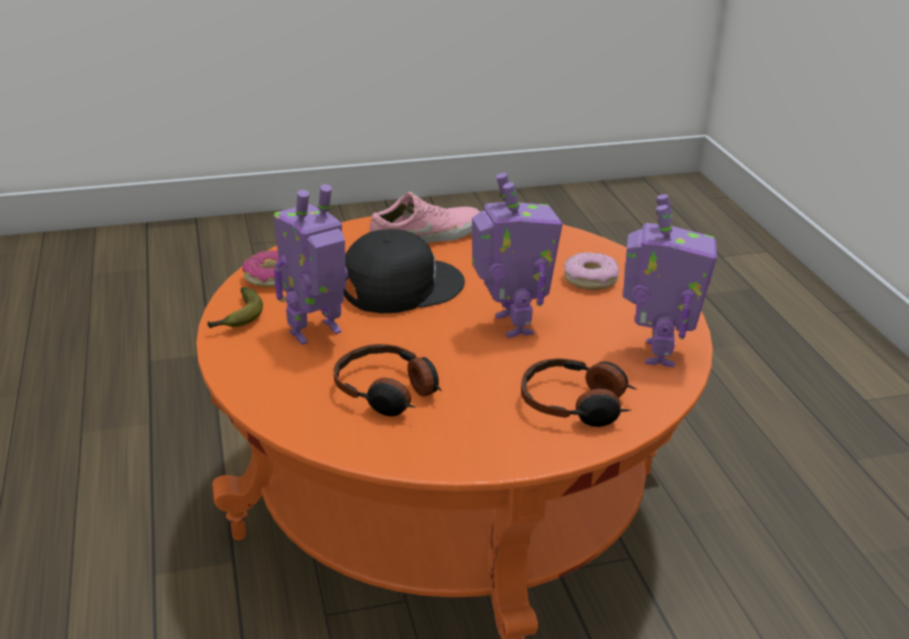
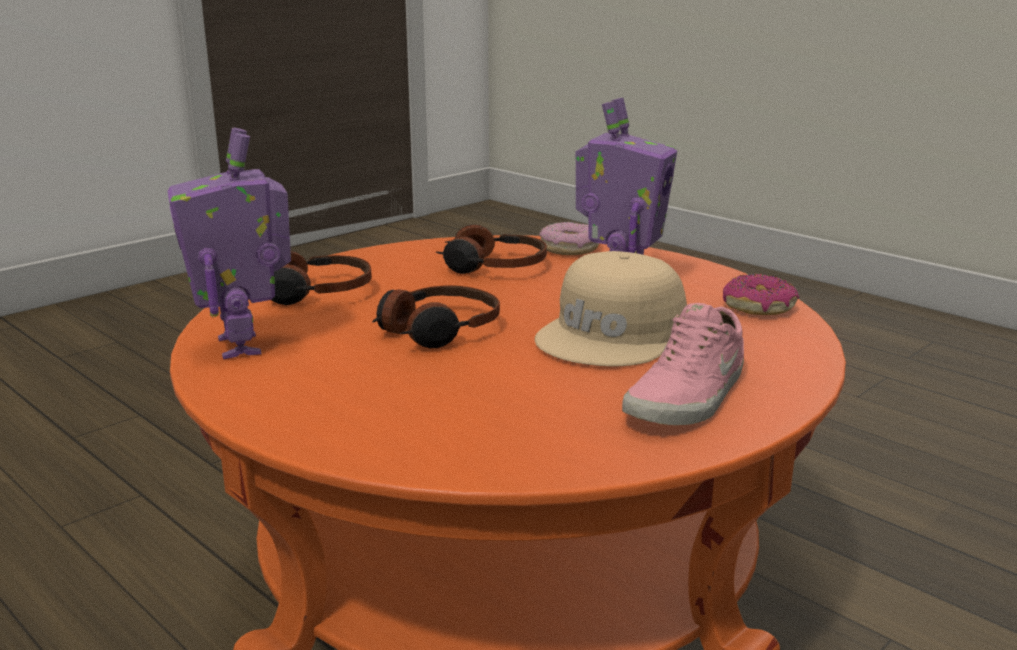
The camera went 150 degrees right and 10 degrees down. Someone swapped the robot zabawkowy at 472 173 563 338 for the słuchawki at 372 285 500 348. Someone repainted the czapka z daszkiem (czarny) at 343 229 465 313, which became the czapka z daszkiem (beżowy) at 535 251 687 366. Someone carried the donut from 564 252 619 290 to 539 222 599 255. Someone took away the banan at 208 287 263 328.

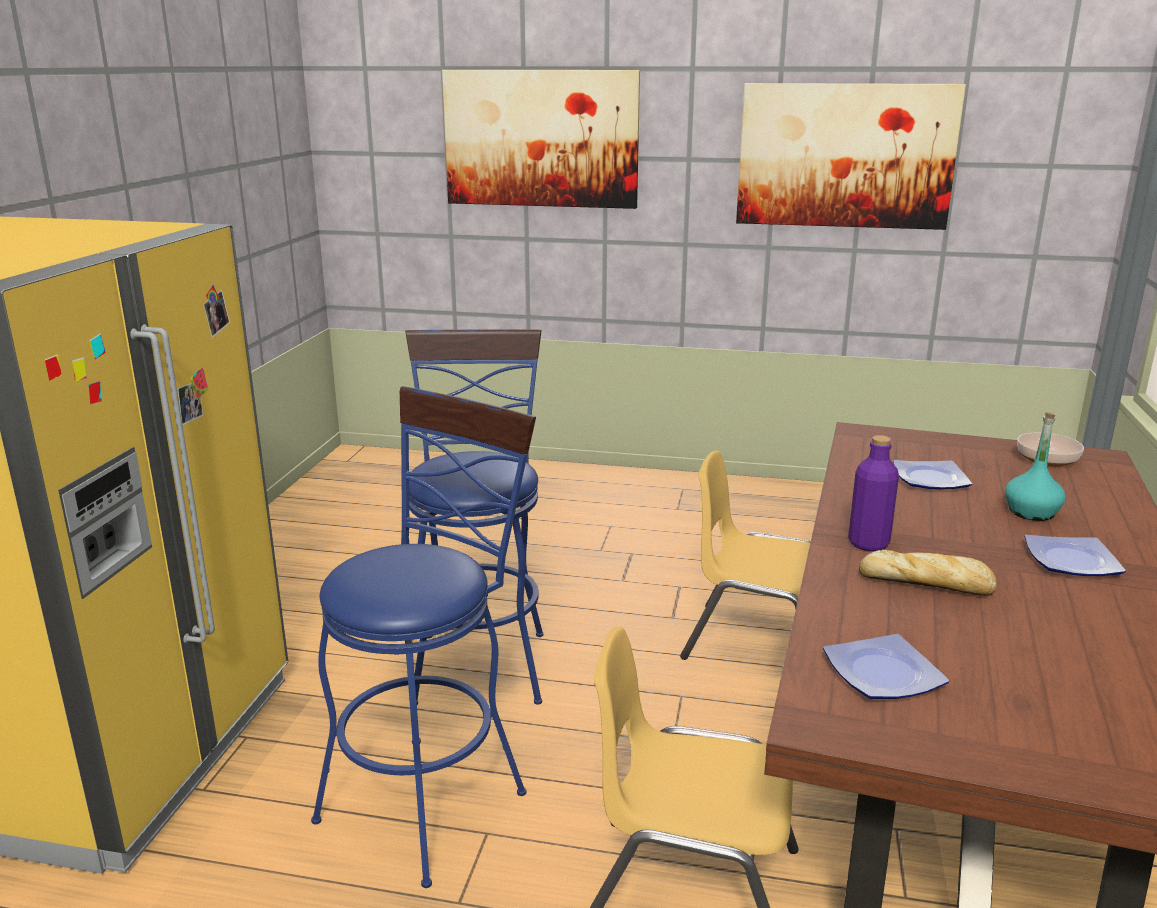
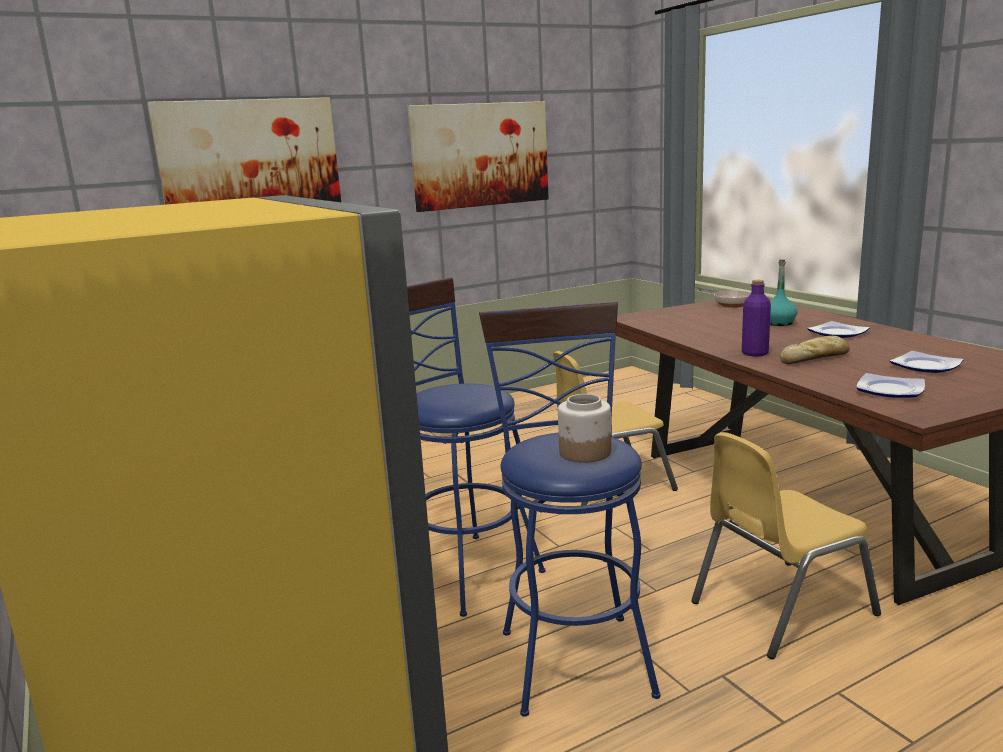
The camera went 40 degrees left and 5 degrees down. Someone carried the talerz from 893 460 972 490 to 890 351 964 373. Someone put down the słoik at 558 394 611 463.

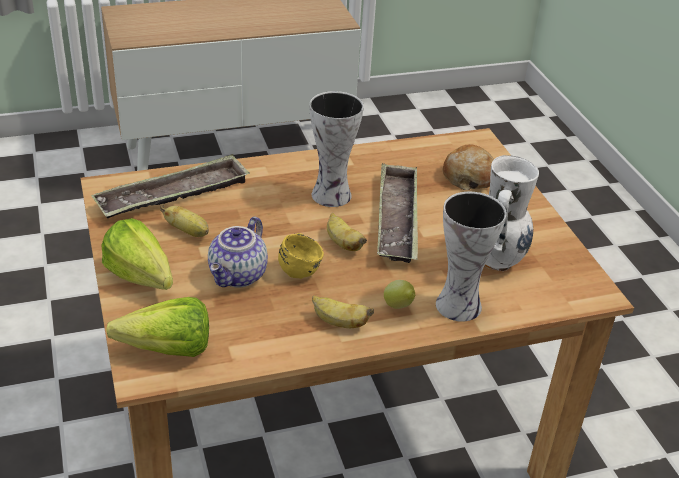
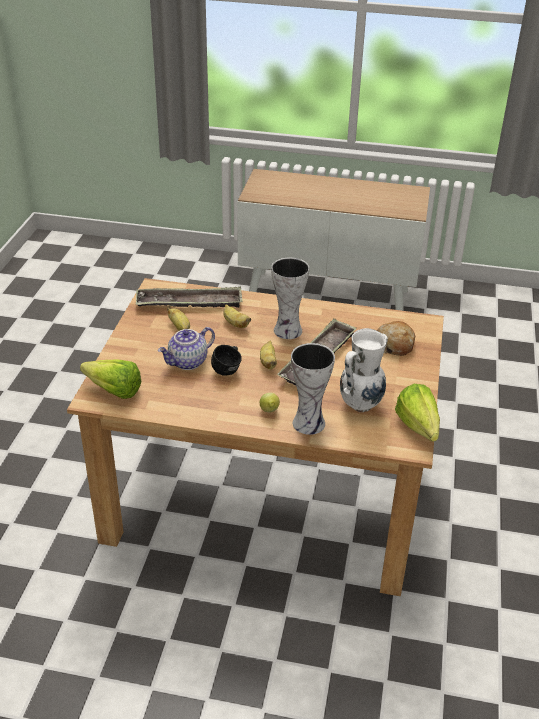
The camera went 30 degrees right and 0 degrees up. Someone carried the sałata from 101 218 173 290 to 395 384 440 442. Someone repainted the kubek (żółty) at 278 233 324 279, which became the kubek (czarny) at 211 345 242 376. Someone carried the banan from 312 295 374 328 to 223 304 251 328.

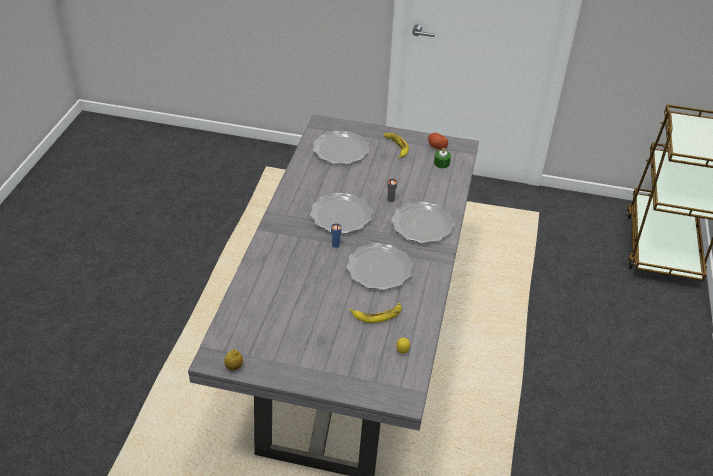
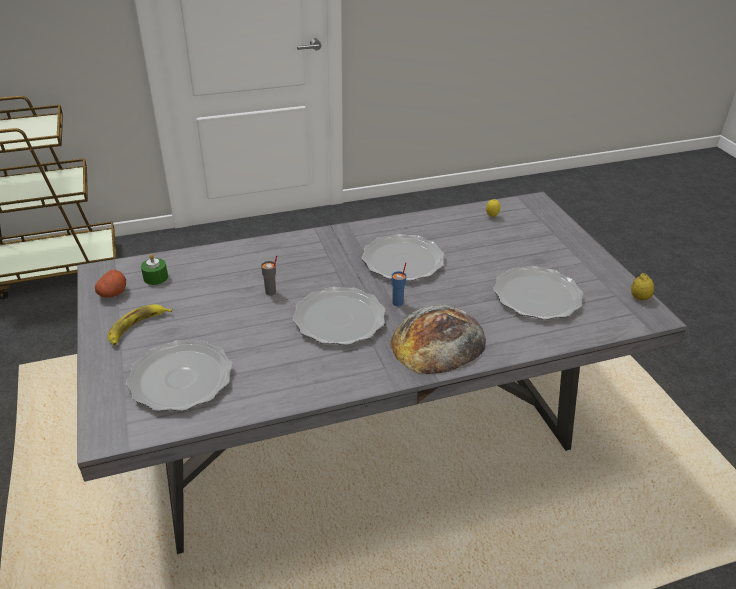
The camera went 120 degrees left and 5 degrees down. Someone carried the talerz from 391 201 454 243 to 493 266 583 320. Someone took away the banan at 349 303 402 323. Someone put down the chleb at 390 305 486 374.

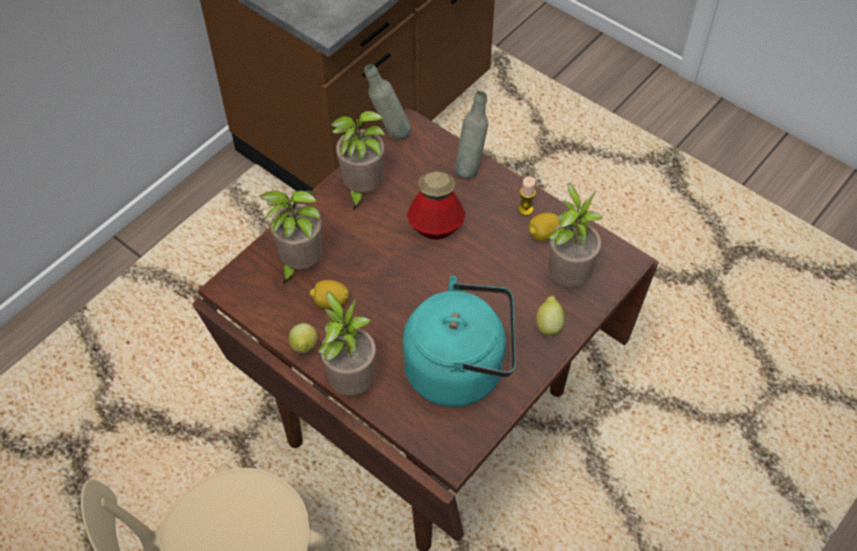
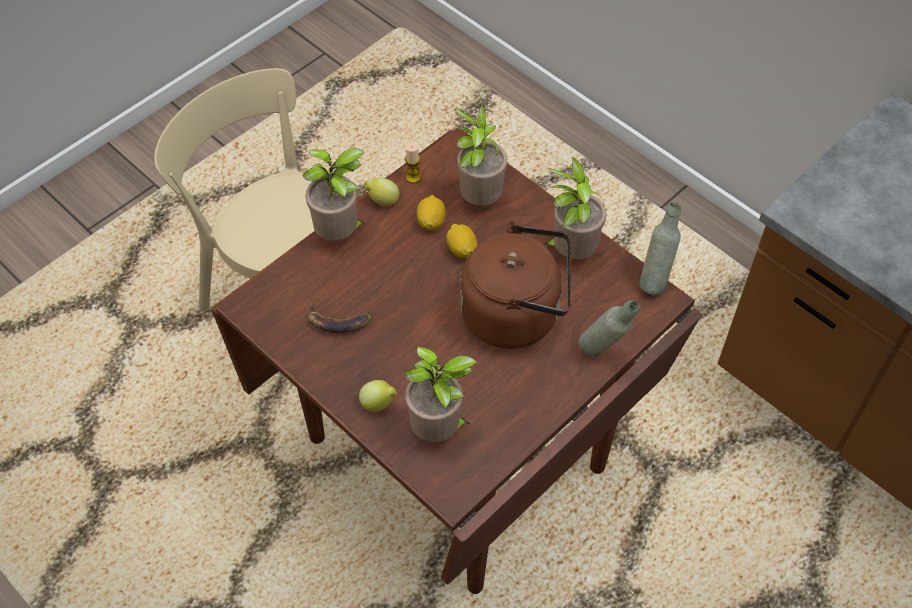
The camera went 95 degrees right and 0 degrees up. Someone swapped the butelka at 407 171 466 240 for the czajnik (brązowy) at 460 221 571 349. Someone carried the świeca from 518 177 536 216 to 405 143 421 183. Someone carried the cytryna from 528 213 561 241 to 446 224 477 258. Someone swapped the czajnik (turkusowy) at 402 276 516 407 for the banan at 309 303 372 333.

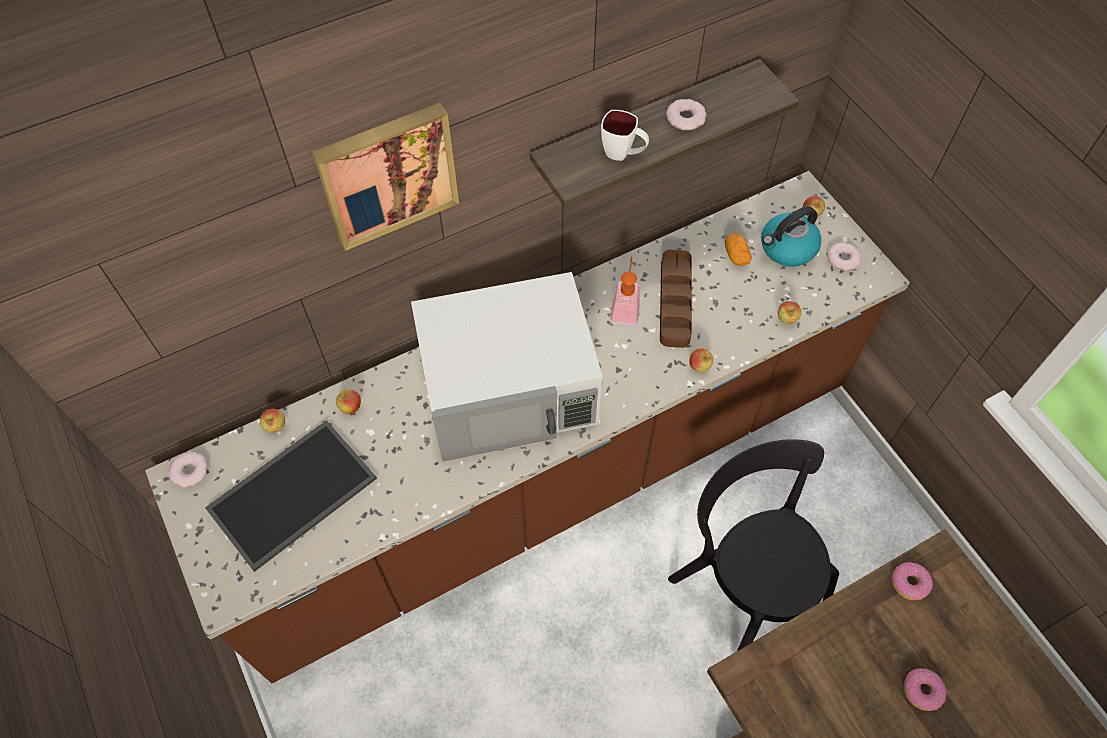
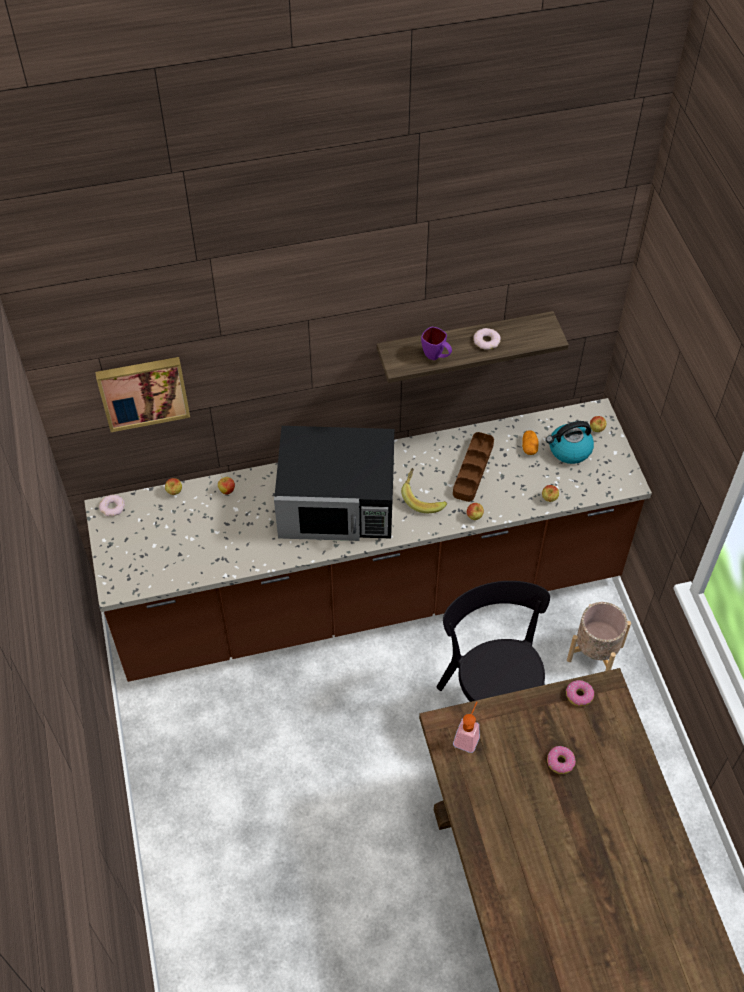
The camera went 15 degrees right and 5 degrees down. Someone carried the obraz from 312 103 459 251 to 95 357 190 432. Someone repainted the kubek (biały) at 601 110 649 161, which became the kubek (fioletowy) at 421 327 452 360. Someone took away the donut at 827 243 861 271. Someone carried the dozownik mydła from 610 257 640 325 to 453 702 480 753. Someone repainted the mikrofalówka (biały) at 411 272 603 462, which became the mikrofalówka (czarny) at 274 426 394 541. Someone took away the taca at 205 420 377 572. Someone put down the banan at 401 468 447 513. Someone put down the donica (beżowy) at 567 602 631 671.

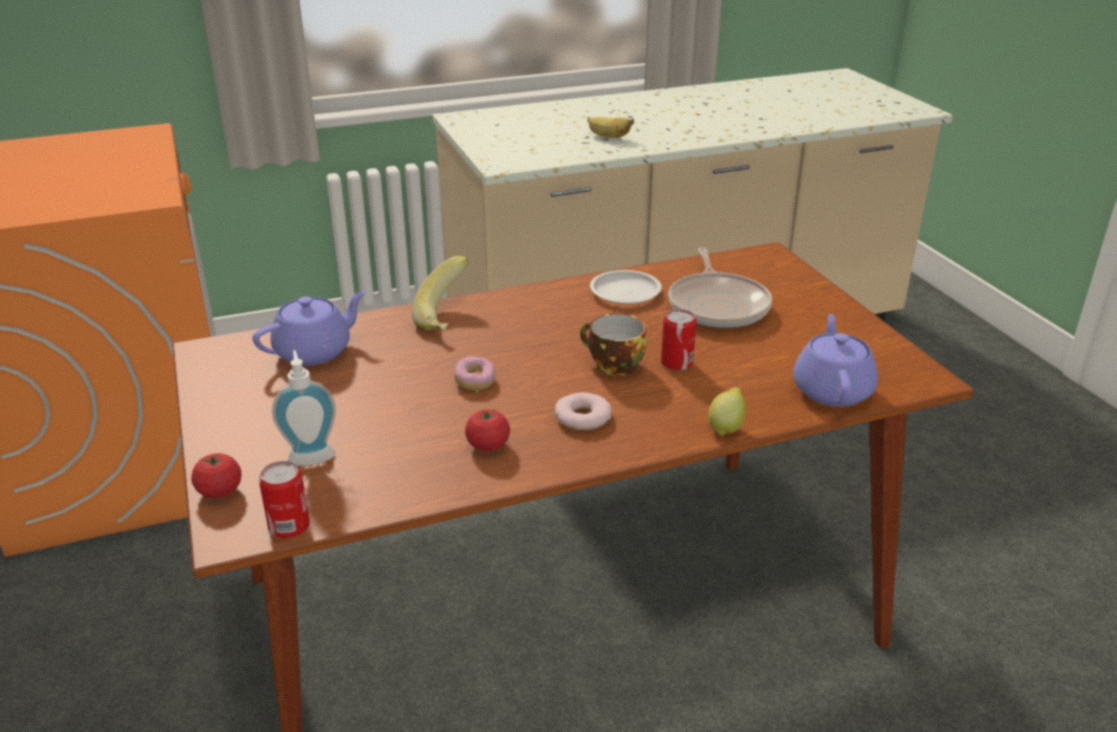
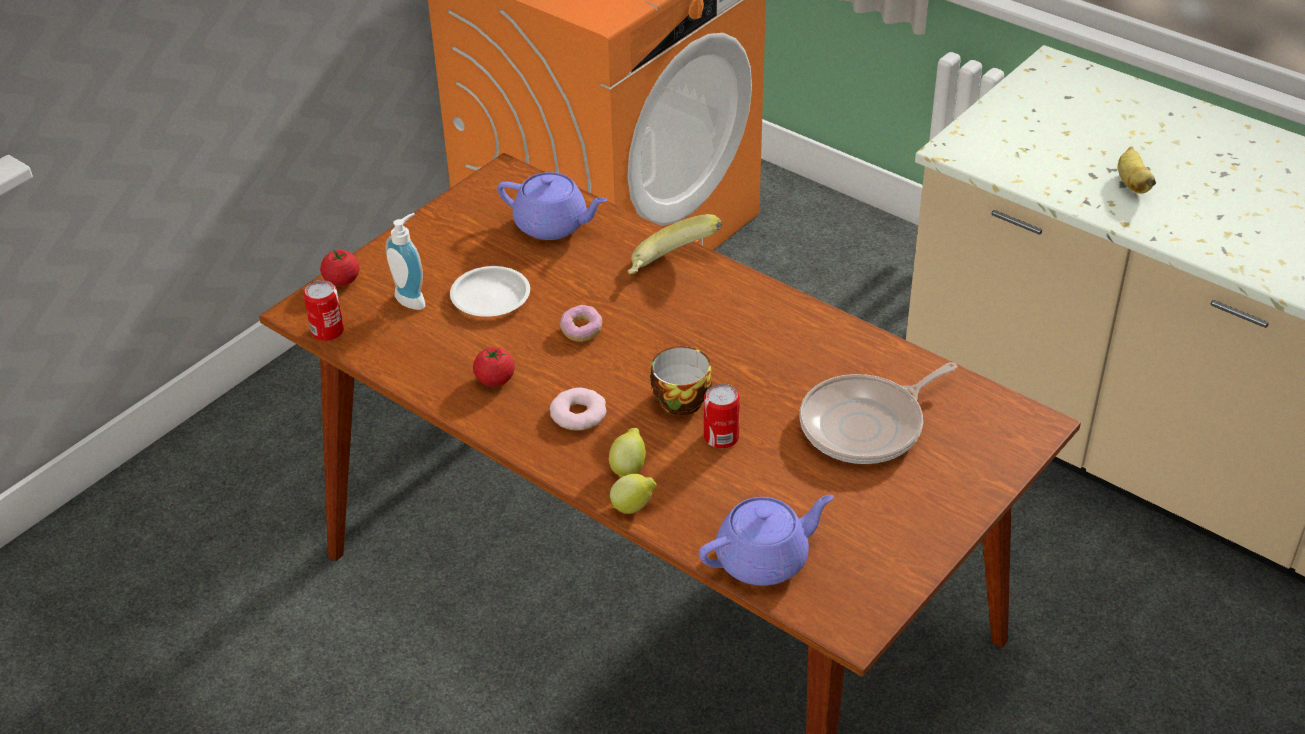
The camera went 60 degrees right and 10 degrees up. Someone carried the talerz (biały) from 590 270 662 304 to 450 266 530 317. Someone put down the cytryna at 609 428 646 477.

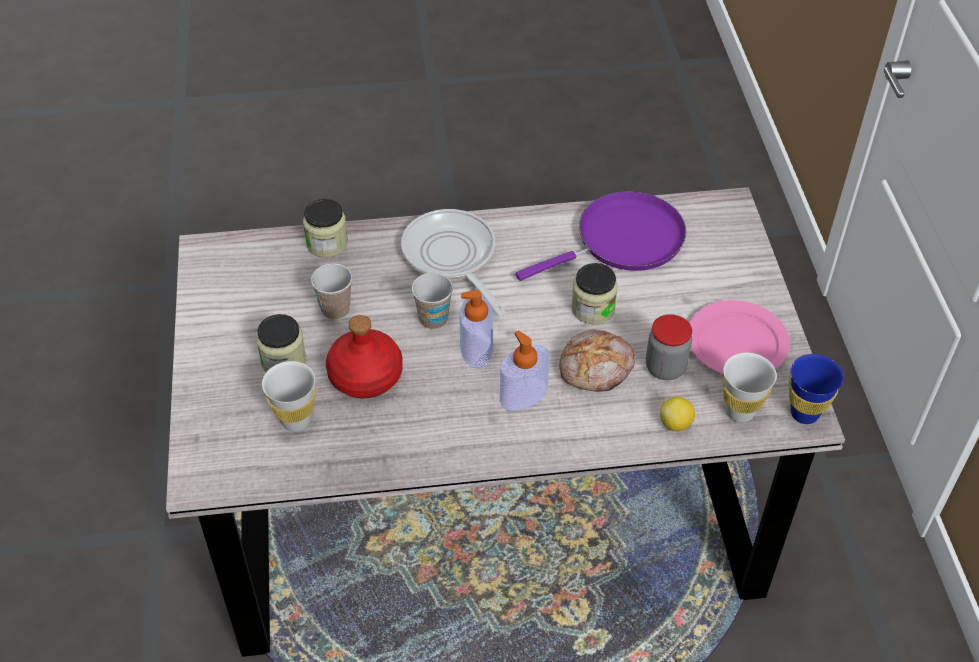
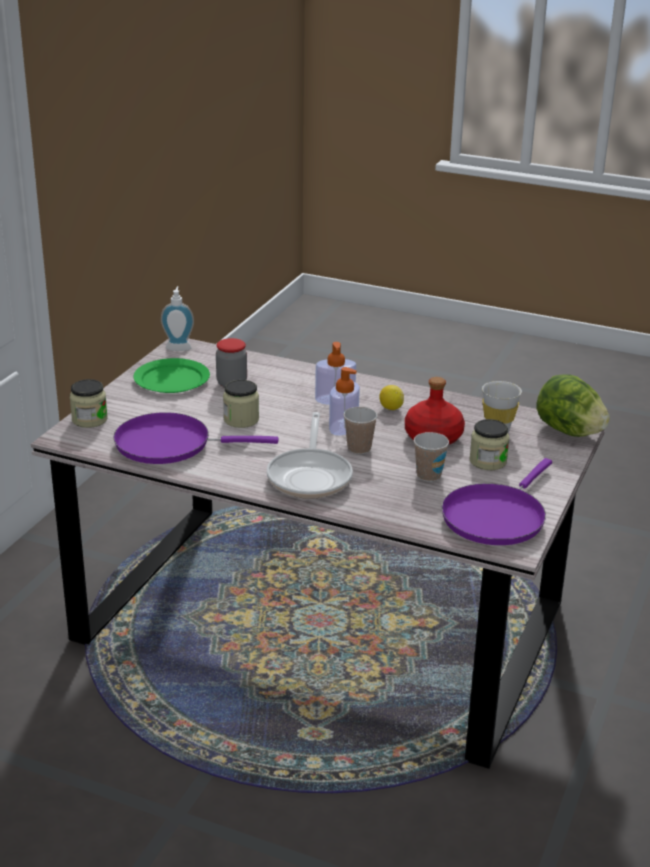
The camera went 150 degrees left and 20 degrees down. Someone carried the słoik from 303 199 348 258 to 70 379 108 428. Someone repainted the talerz (różowy) at 689 300 790 375, which became the talerz (zielony) at 133 358 210 393. Someone took away the chleb at 559 330 635 392. Someone took away the filiżanka (biały) at 723 353 777 423. Someone swapped the filiżanka (niebieski) at 789 354 844 424 for the dozownik mydła at 161 286 194 351. Someone carried the cytryna from 660 397 695 431 to 379 385 404 410. Someone put down the sałata at 536 374 610 437. Someone put down the patelnia (fioletowy) at 441 458 552 545.

